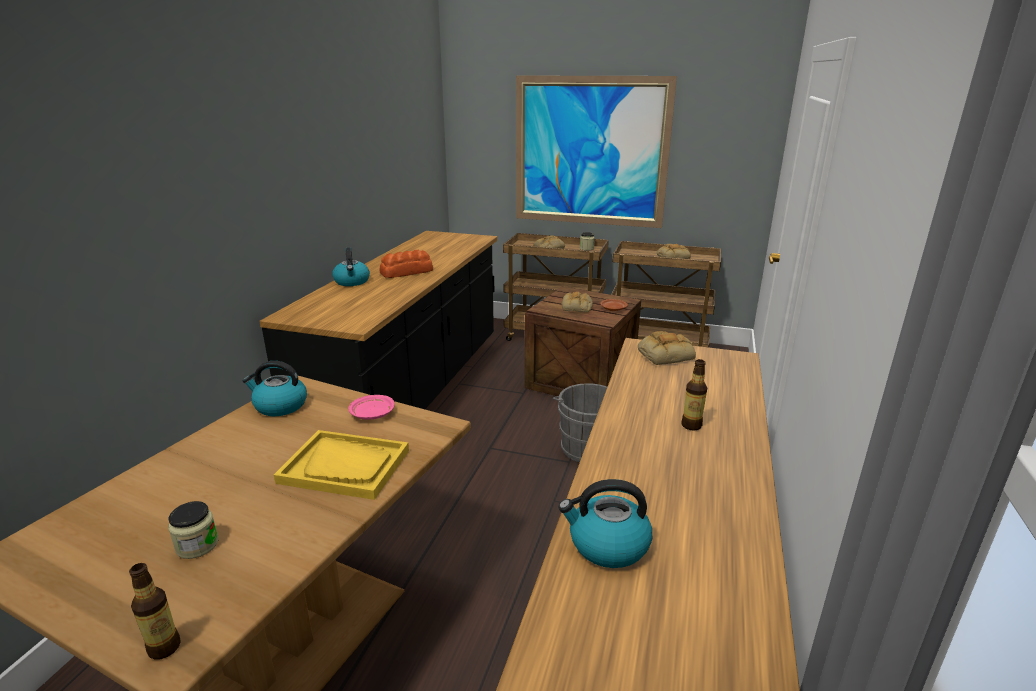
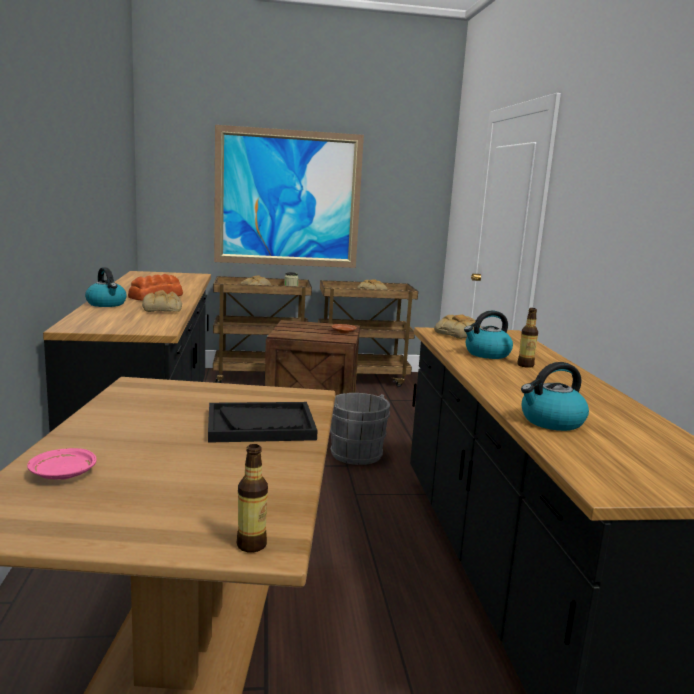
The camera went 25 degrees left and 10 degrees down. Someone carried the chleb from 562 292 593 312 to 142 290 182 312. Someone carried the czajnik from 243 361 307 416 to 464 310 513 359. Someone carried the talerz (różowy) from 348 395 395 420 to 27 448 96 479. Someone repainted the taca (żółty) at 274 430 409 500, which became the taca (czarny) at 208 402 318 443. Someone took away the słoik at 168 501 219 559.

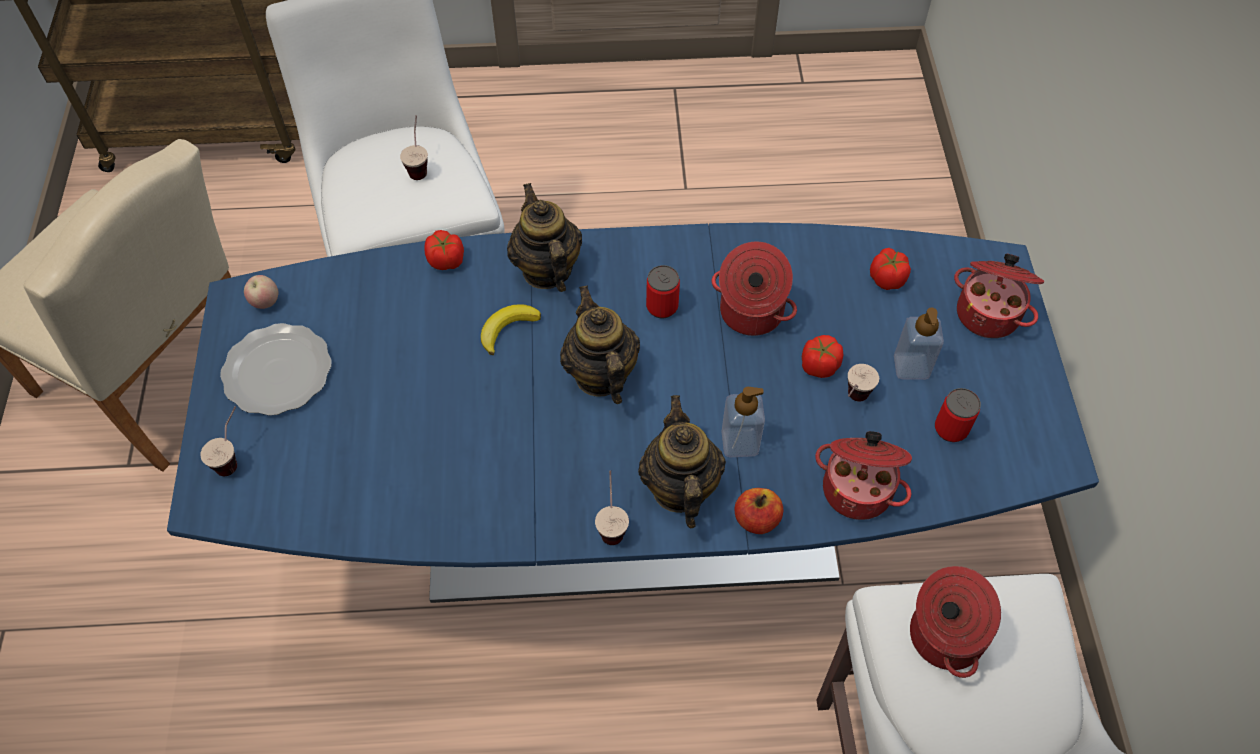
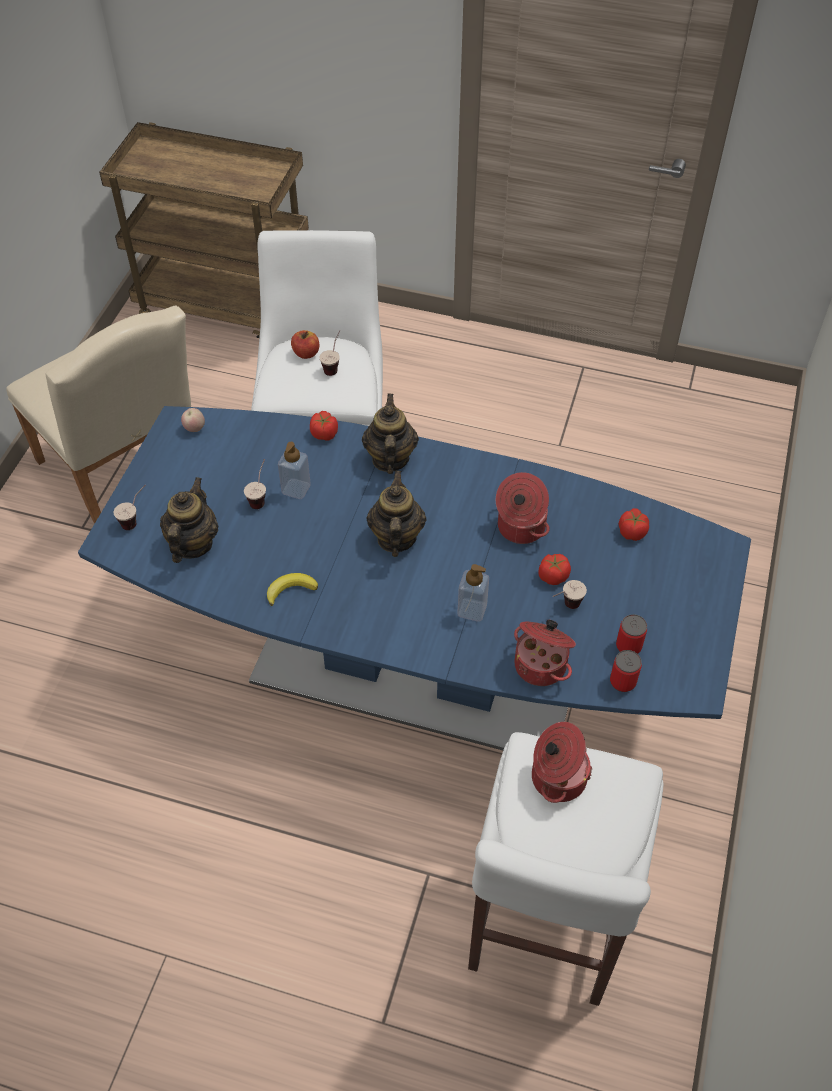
The camera went 20 degrees right and 5 degrees down. Someone took away the garnek at 954 254 1044 338. Someone carried the puszka from 646 265 680 318 to 610 650 642 692. Someone carried the banan from 481 304 541 355 to 267 573 318 606. Someone carried the dozownik mydła from 894 308 944 380 to 278 442 311 499. Someone took away the talerz at 220 323 332 416. Someone carried the imbryk from 638 395 726 528 to 160 477 218 563. Someone carried the filiżanka from 595 471 629 545 to 244 459 266 509. Someone carried the jabłko from 735 488 783 534 to 291 330 320 359.

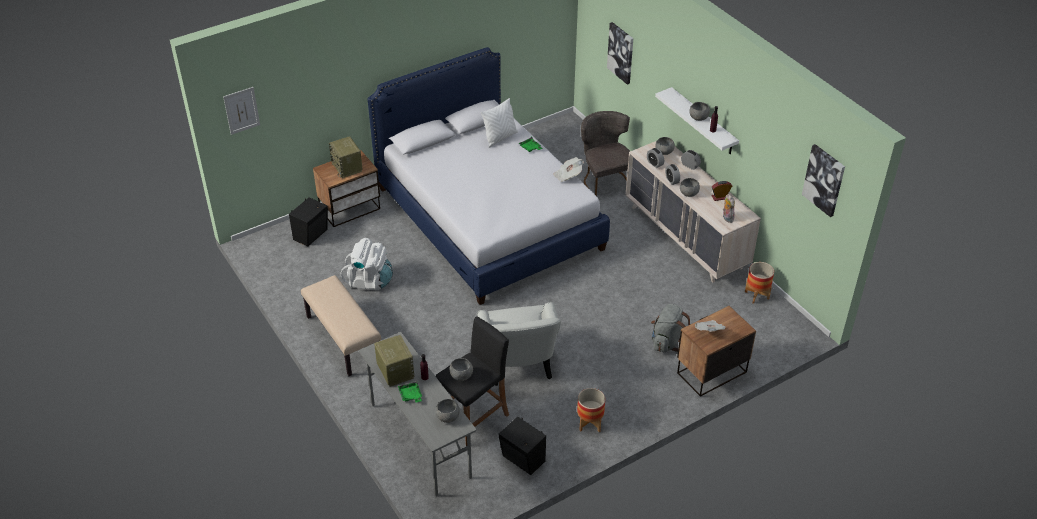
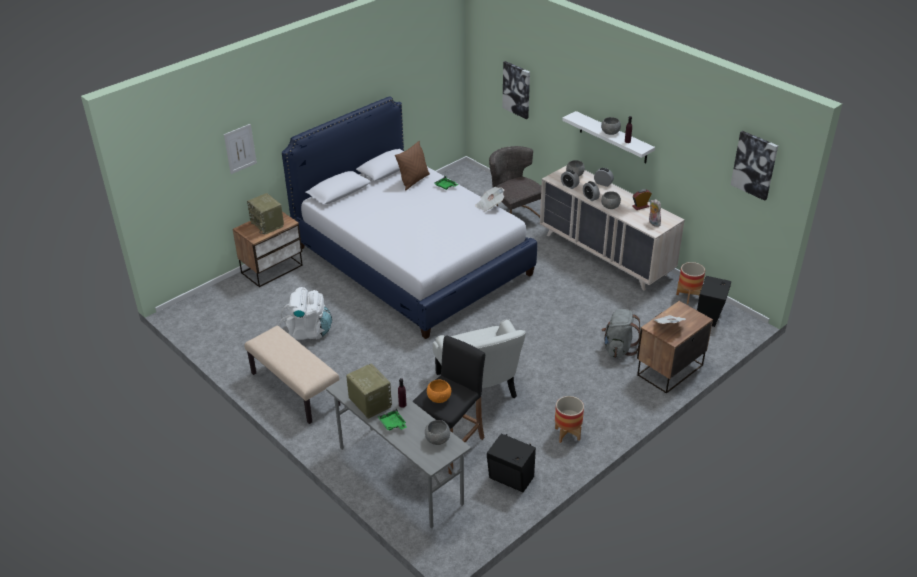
The camera went 10 degrees left and 5 degrees down. Someone carried the obraz from 223 87 260 135 to 224 124 257 174. Someone repainted the poduszka (biały) at 481 98 518 148, which became the poduszka (brązowy) at 395 141 430 191. Someone carried the głośnik (czarny) from 289 197 328 247 to 697 276 731 327. Someone repainted the miska (szary) at 449 358 473 381, which became the miska (pomarańczowy) at 427 379 451 403.

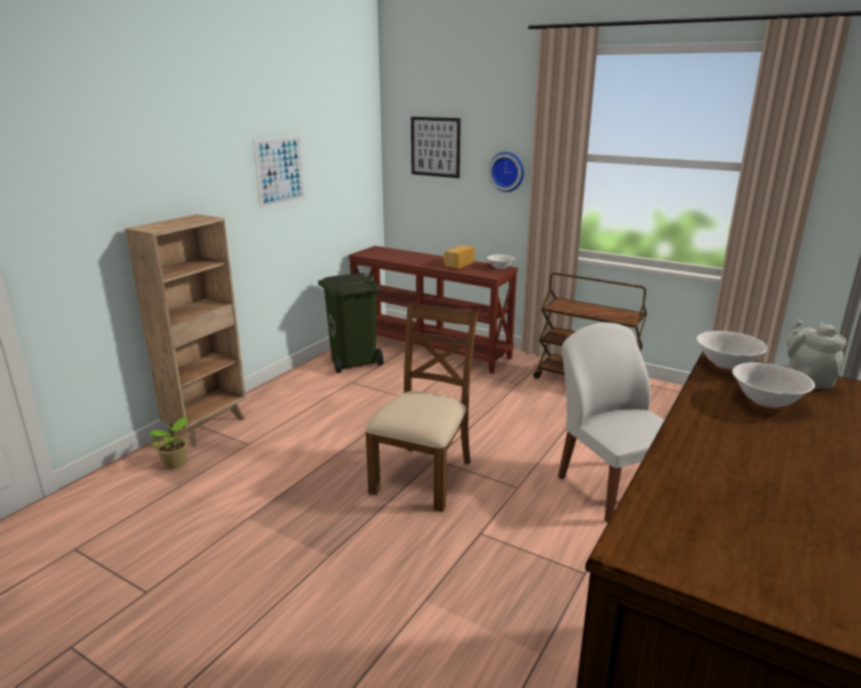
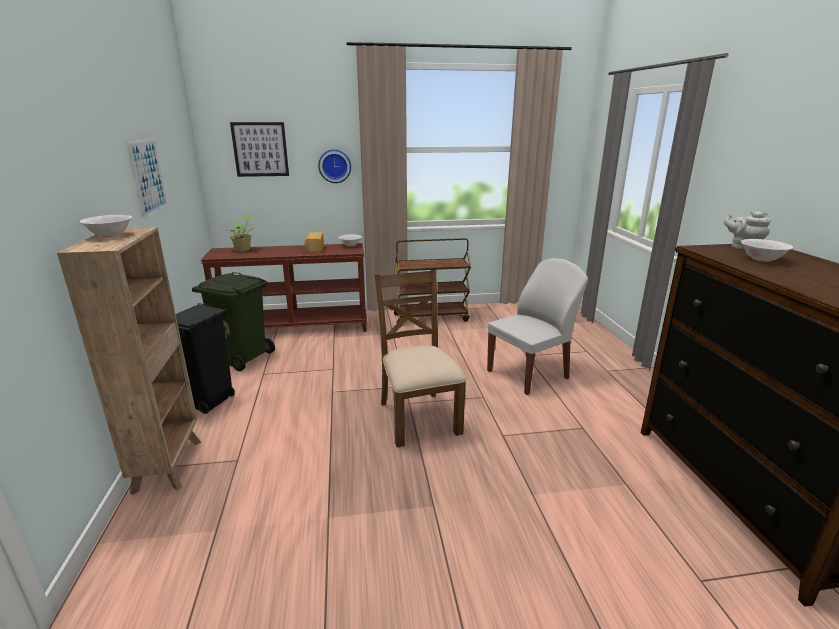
The camera went 40 degrees left and 0 degrees up. Someone rotated the krzesło (biały) at 558 322 664 523 by 120 degrees clockwise. Someone carried the miska (biały) from 696 331 768 370 to 79 215 132 237. Someone carried the roślina doniczkowa from 150 416 189 469 to 230 215 255 252. Someone put down the kosz na śmieci (czarny) at 176 303 235 414.

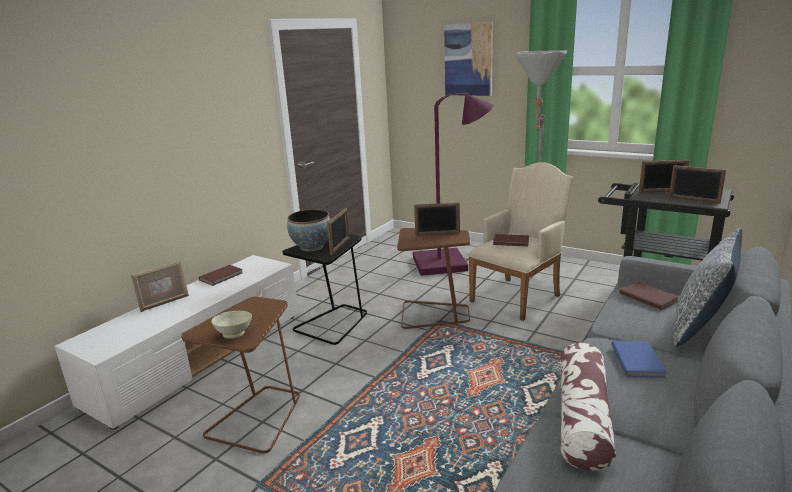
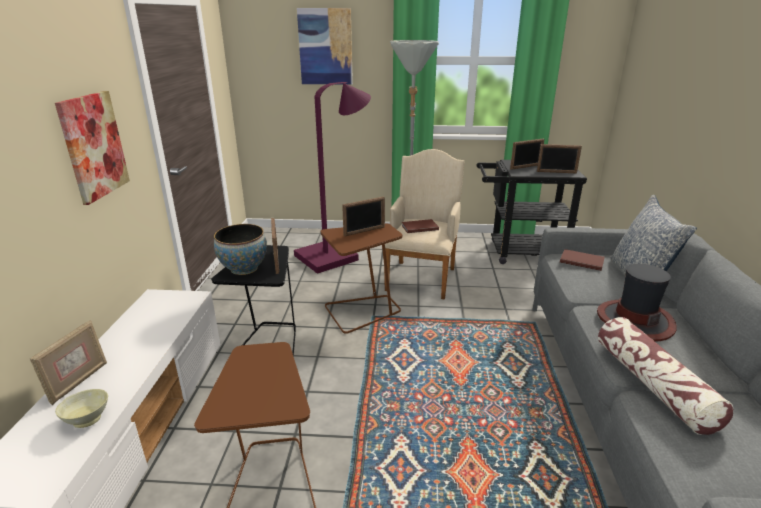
The camera went 30 degrees left and 5 degrees up. Someone took away the książka (brązowy) at 199 265 243 286. Someone carried the miska (beżowy) from 211 311 252 339 to 55 389 108 428. Someone swapped the książka (niebieski) at 611 341 667 378 for the kapelusz at 597 264 677 341. Someone put up the obraz at 55 91 130 205.

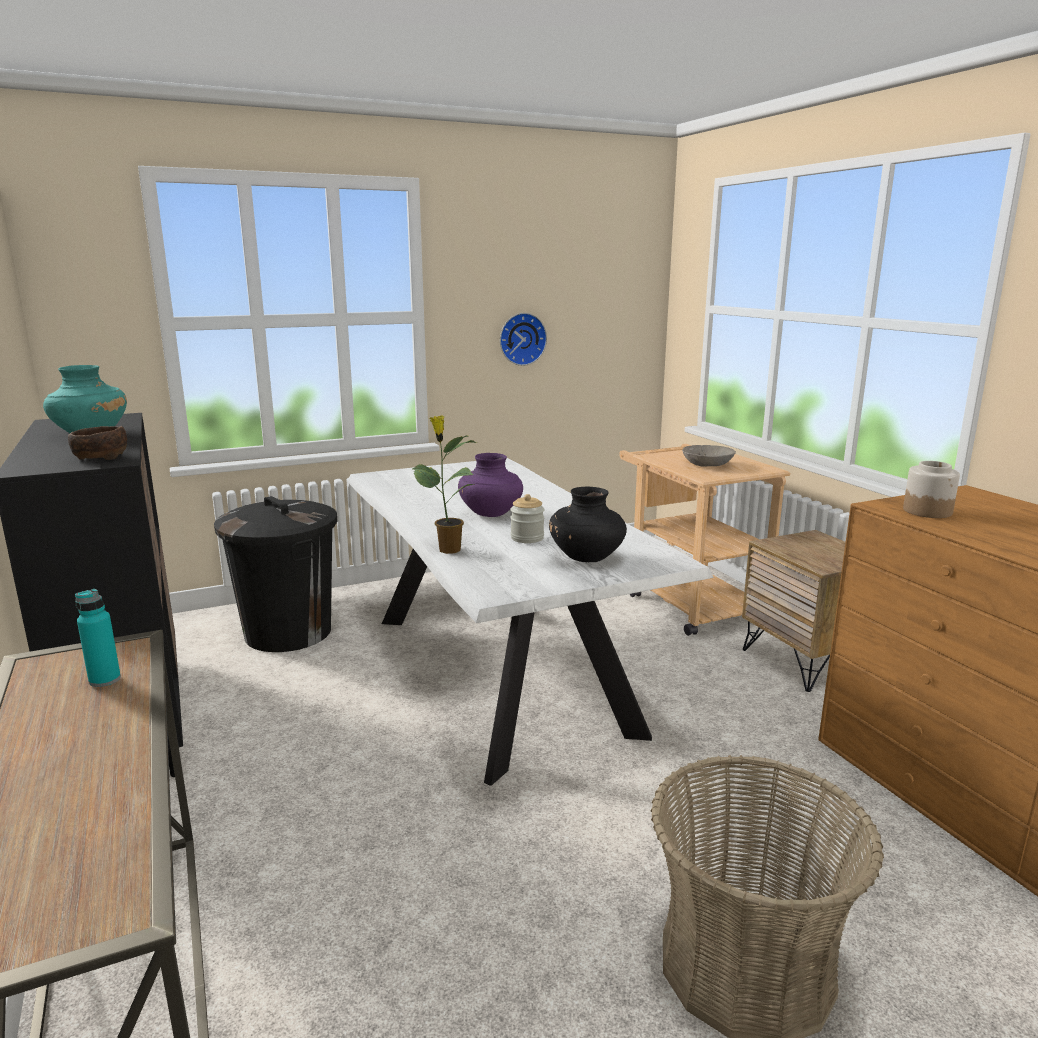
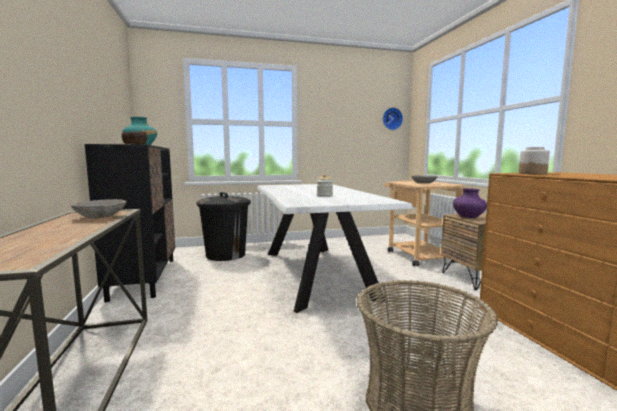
The camera went 10 degrees right and 10 degrees down. Someone carried the zegar ścienny from 500 313 547 366 to 383 107 403 130. Someone took away the roślina doniczkowa at 413 415 478 554. Someone carried the wazon (fioletowy) from 458 453 523 517 to 452 188 487 218. Someone took away the wazon (czarny) at 549 486 627 562. Someone swapped the butelka (turkusowy) at 75 589 121 687 for the miska (szary) at 70 199 126 218.

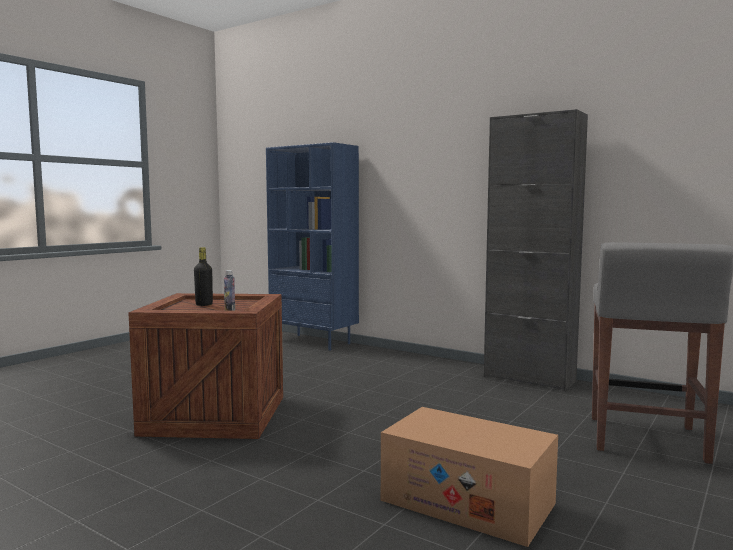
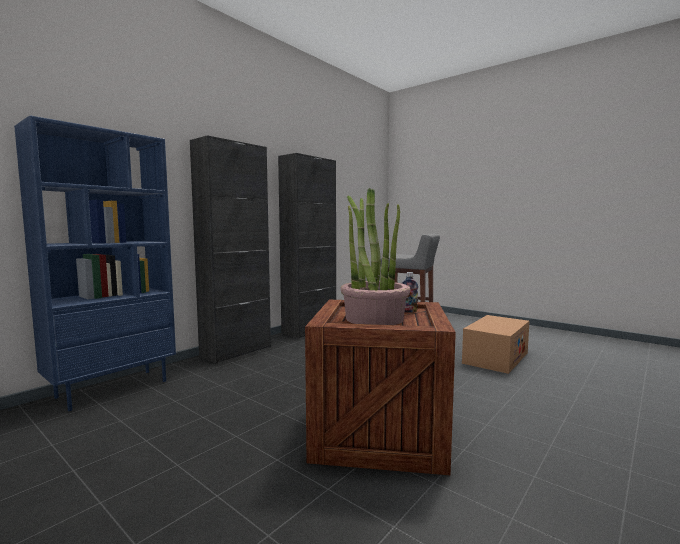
The camera went 85 degrees left and 0 degrees up. Someone swapped the butelka (czarny) at 194 247 213 306 for the roślina doniczkowa at 341 188 411 325. Someone put down the szafka (czarny) at 190 135 271 364.

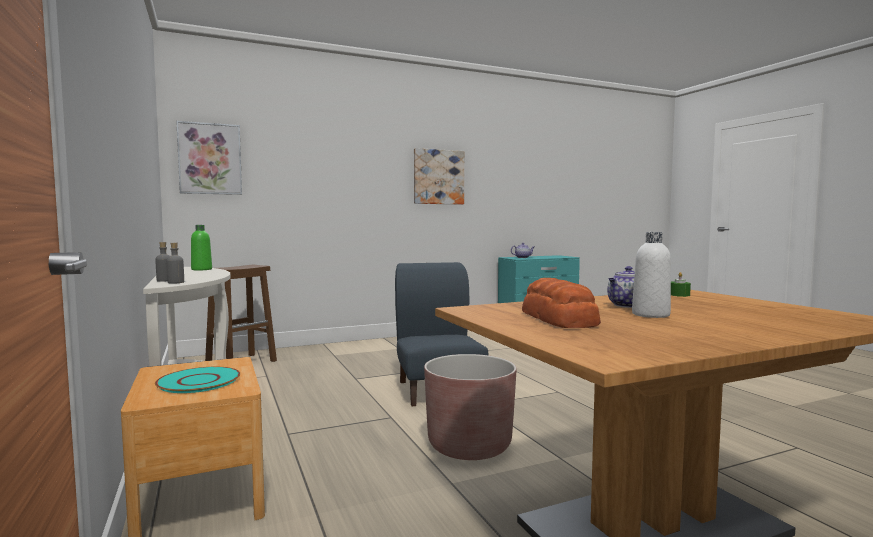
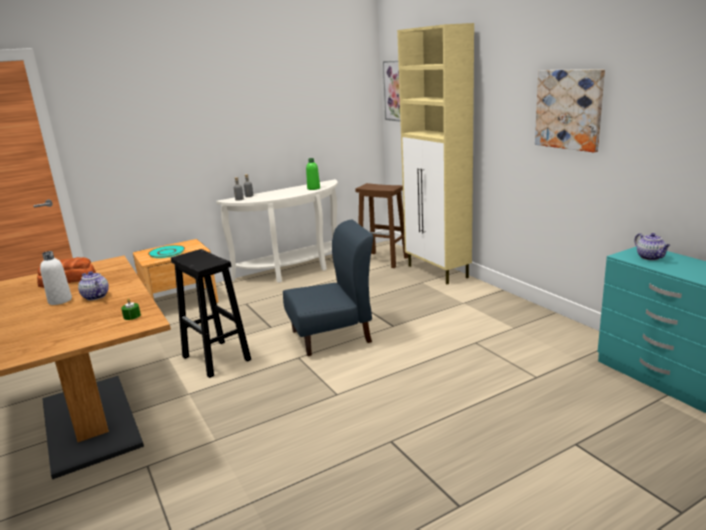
The camera went 85 degrees right and 15 degrees up. Someone swapped the donica (brązowy) at 424 354 517 460 for the stołek (czarny) at 171 249 251 378. Someone put down the szafka (beżowy) at 397 23 474 284.

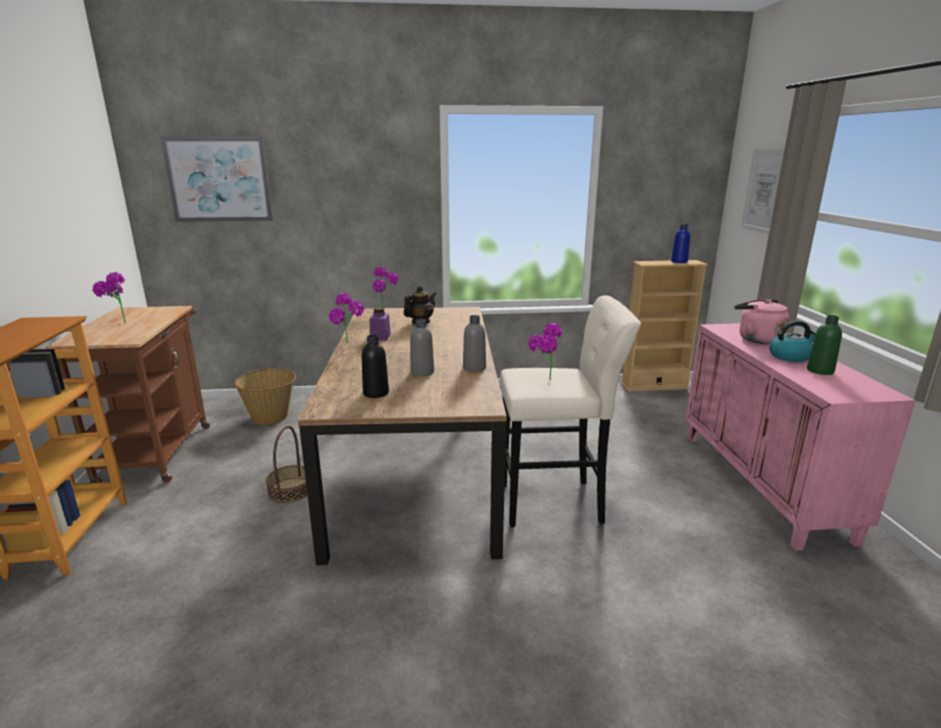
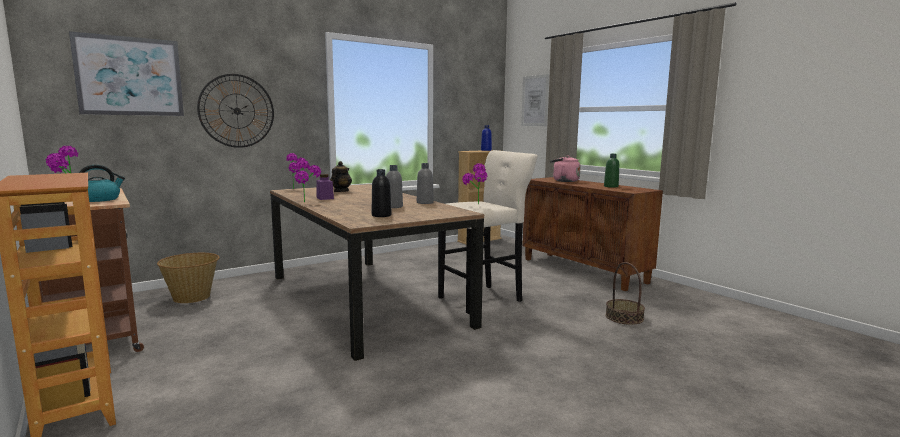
The camera went 30 degrees left and 10 degrees down. Someone carried the czajnik from 769 320 816 362 to 79 165 125 202. Someone repainted the szafka (różowy) at 686 323 916 551, which became the szafka (brązowy) at 522 177 663 291. Someone carried the koszyk from 266 426 308 503 to 605 262 645 325. Someone put up the zegar ścienny at 197 74 274 148.

